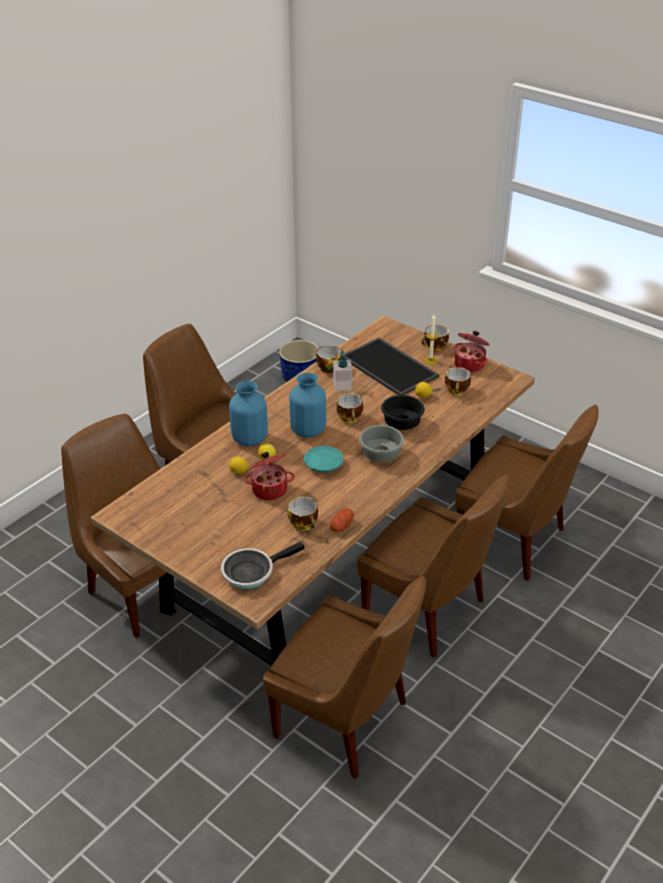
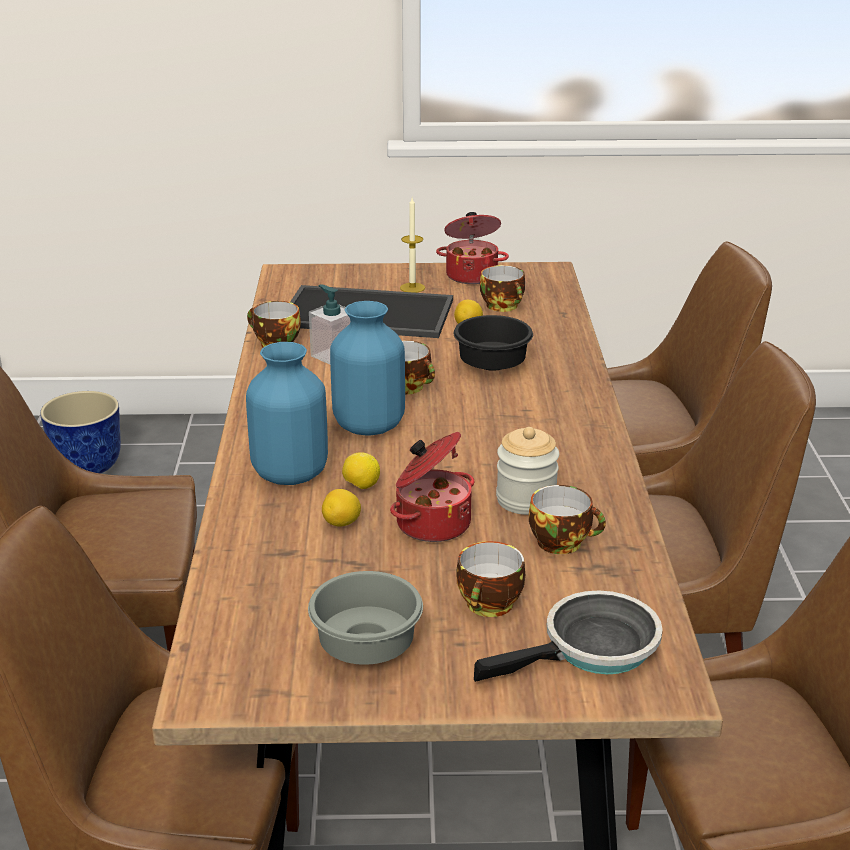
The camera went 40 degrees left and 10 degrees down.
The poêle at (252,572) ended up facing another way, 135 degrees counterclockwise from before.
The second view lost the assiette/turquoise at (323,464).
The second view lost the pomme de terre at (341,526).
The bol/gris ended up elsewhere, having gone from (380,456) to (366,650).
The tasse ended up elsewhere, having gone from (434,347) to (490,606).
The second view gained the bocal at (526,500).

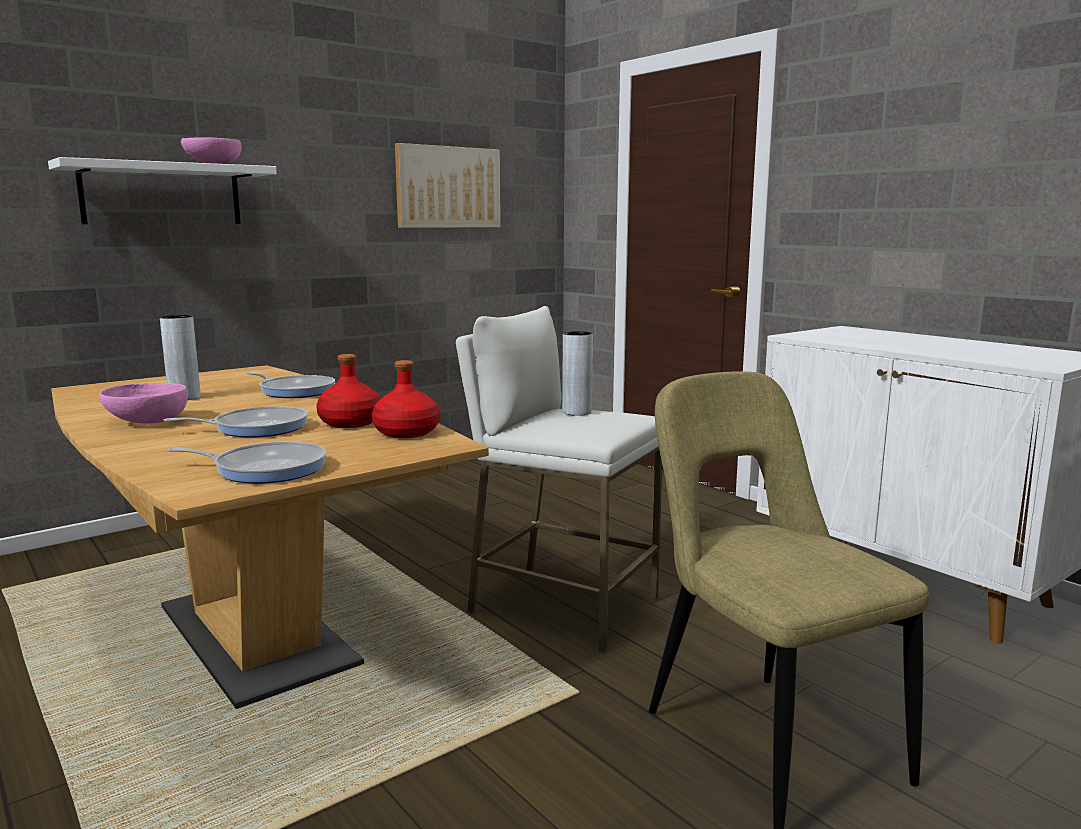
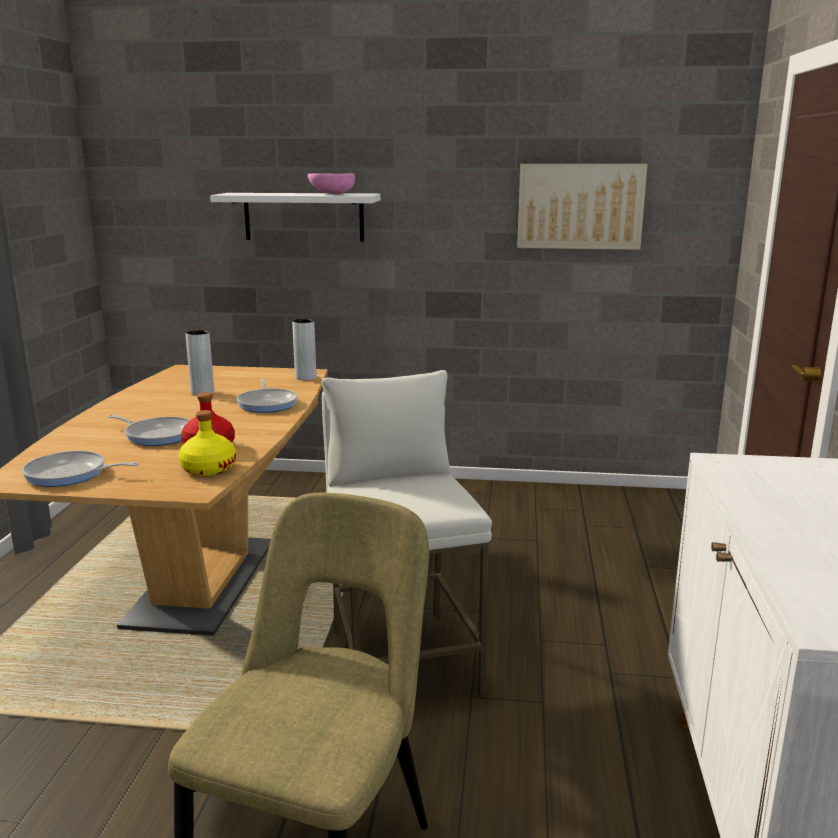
The camera went 45 degrees right and 5 degrees up.
The second view lost the bol/rose at (147,422).
The poêle at (265,469) ended up facing another way, 135 degrees clockwise from before.
What was the bouteille/rouge at (405,432) turned into the bouteille/jaune at (208,469).
The vase/gris ended up elsewhere, having gone from (577,412) to (305,377).

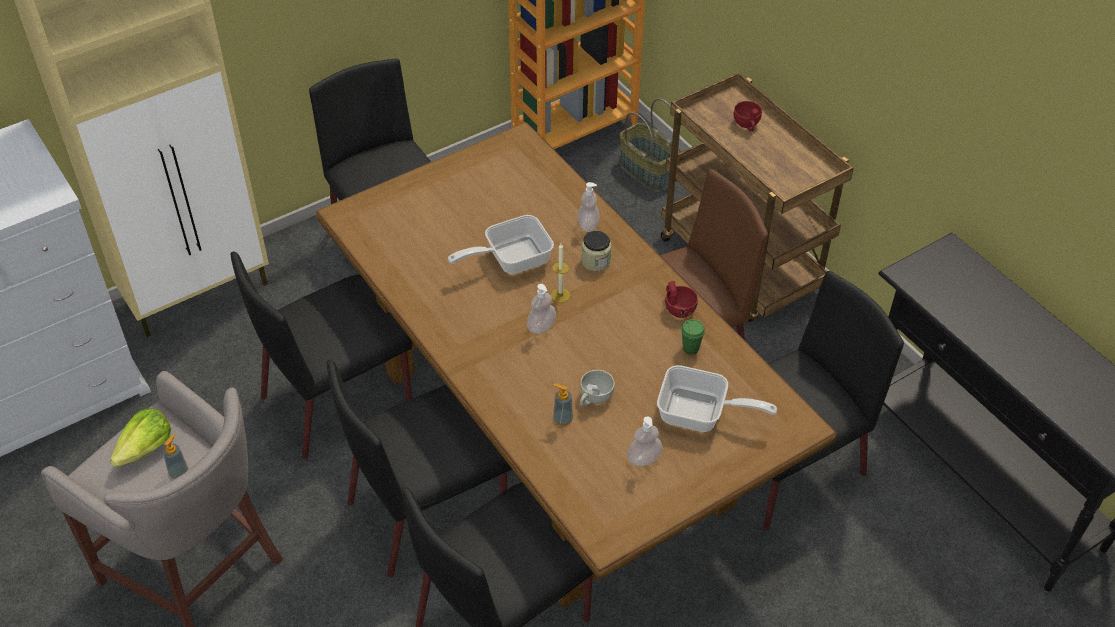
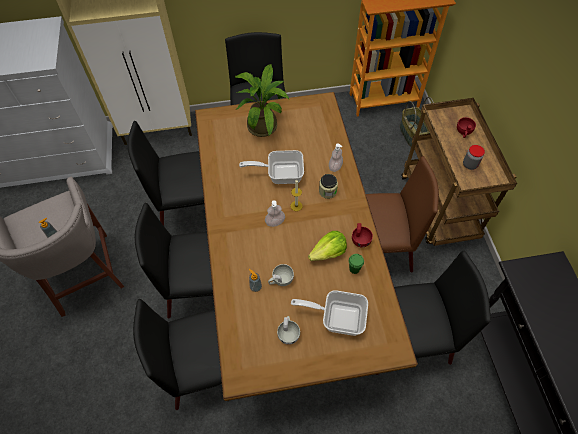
The camera went 25 degrees right and 10 degrees up.
The laitue ended up elsewhere, having gone from (146,449) to (328,253).
Where the distributeur de savon stood at (644,459), the tasse/blanc came to stand at (288,333).
The poêle at (700,415) ended up facing another way, 150 degrees clockwise from before.
The second view gained the plante en pot at (264,124).
The second view gained the bocal at (470,165).

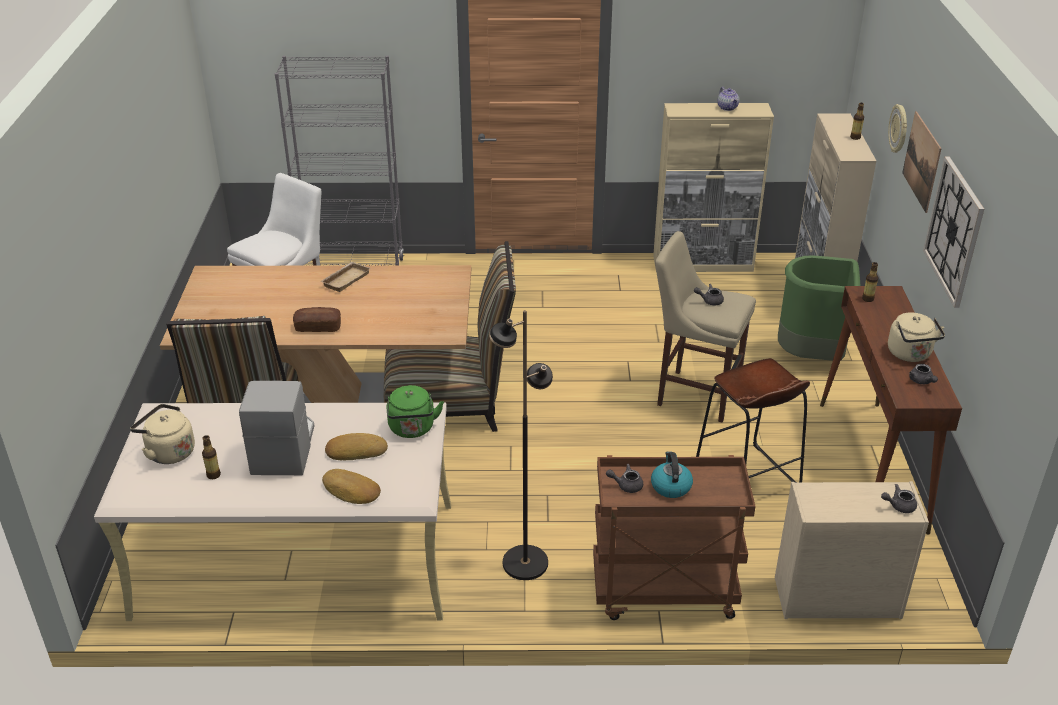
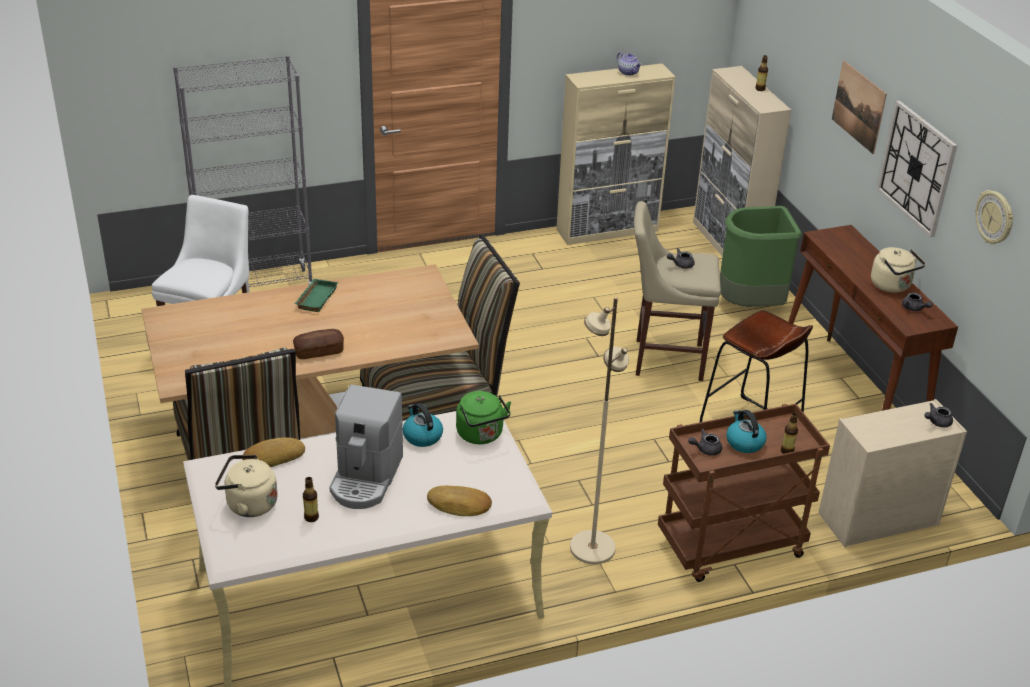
The camera went 20 degrees left and 0 degrees up.
The machine à café at (283,448) ended up facing another way, 150 degrees counterclockwise from before.
What was the plateau/beige at (345,279) turned into the plateau/vert at (315,298).
The pain ended up elsewhere, having gone from (356,450) to (273,457).
What was the lampadaire/noir at (524,563) turned into the lampadaire/beige at (591,548).
The bouteille ended up elsewhere, having gone from (868,299) to (787,451).
The horloge murale ended up elsewhere, having gone from (899,129) to (995,218).
The second view gained the bouilloire at (422,436).

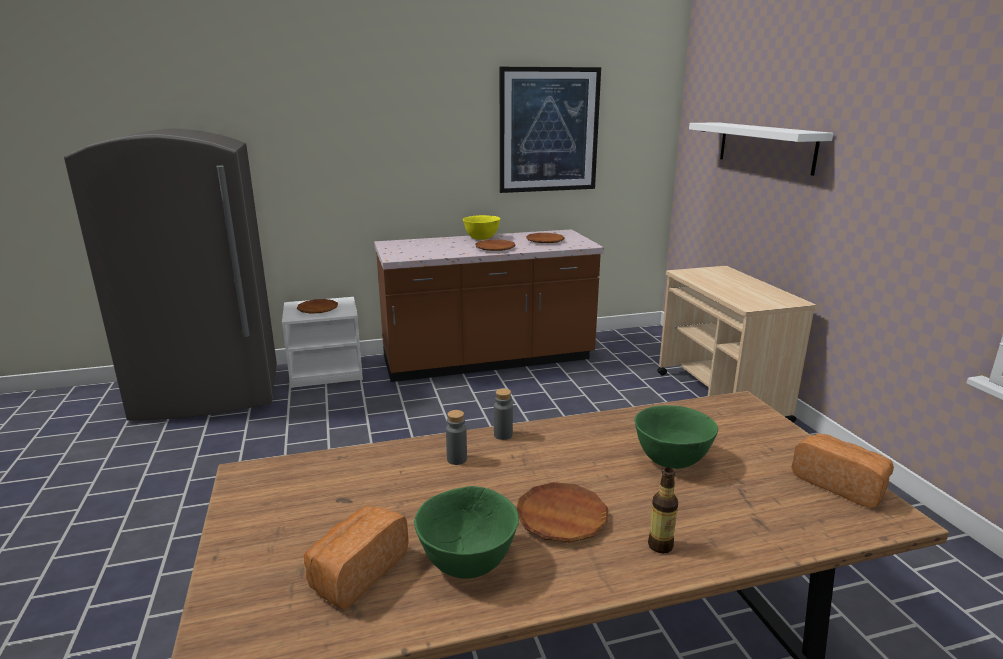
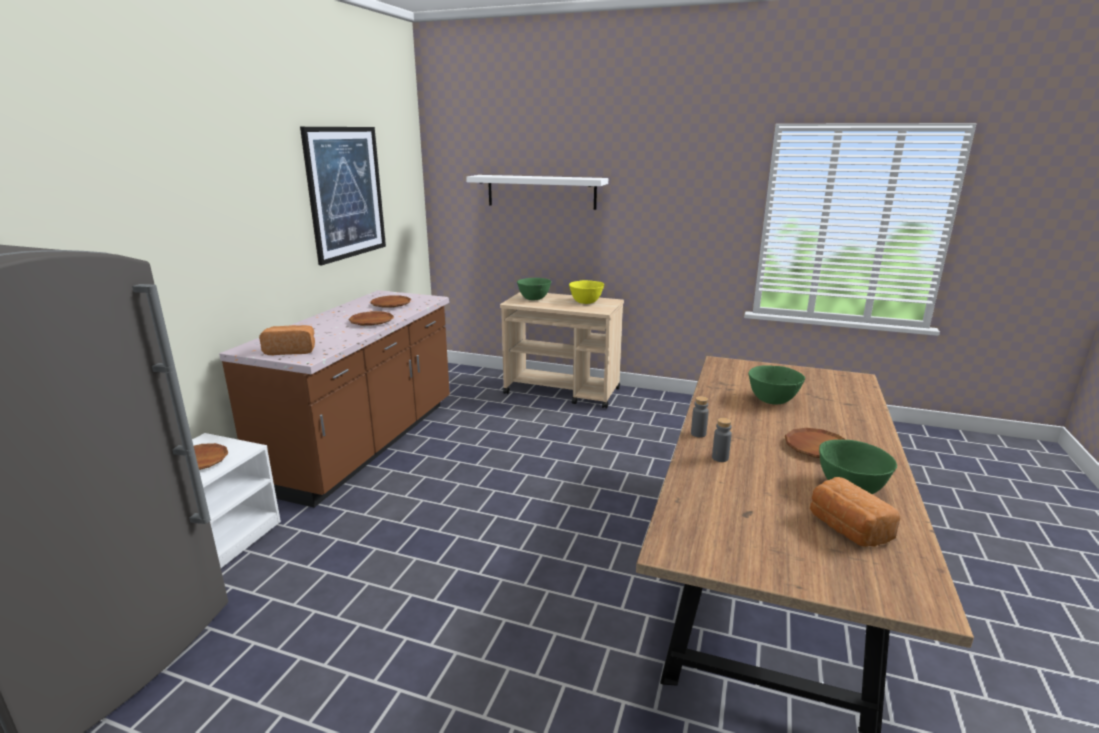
The camera went 55 degrees left and 0 degrees up.
The bol/jaune ended up elsewhere, having gone from (482,238) to (586,302).
The second view lost the bouteille at (660,545).
The pain ended up elsewhere, having gone from (840,484) to (291,350).
The second view gained the bol/vert at (534,299).

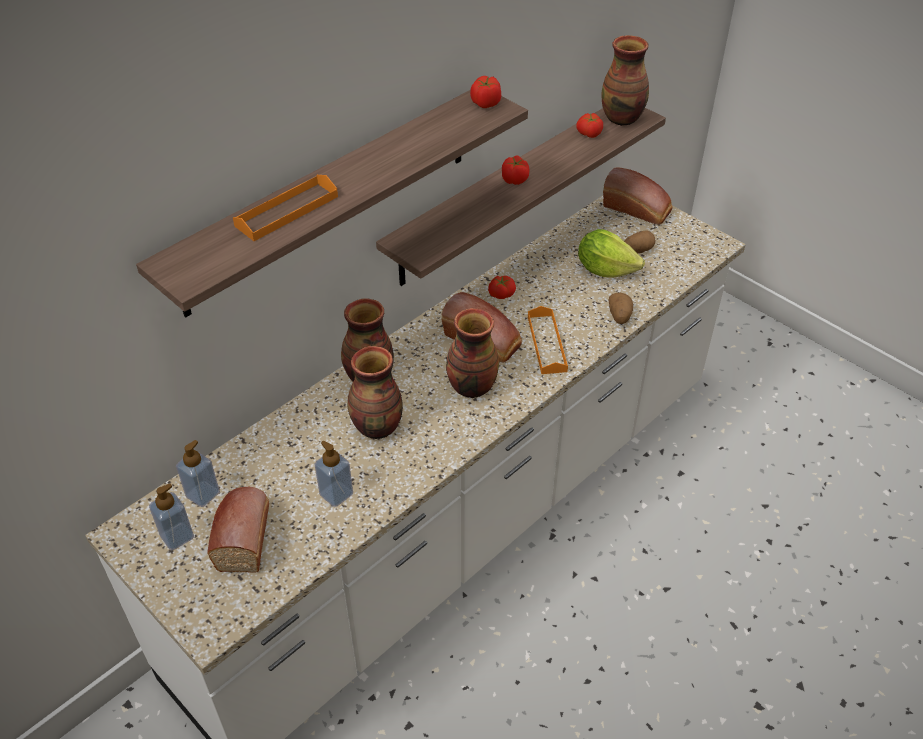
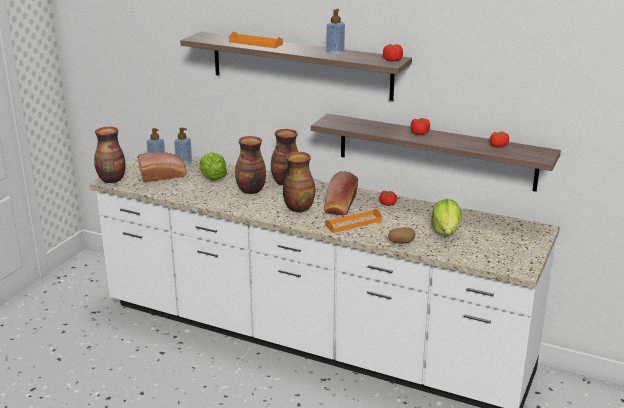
The camera went 70 degrees right and 20 degrees down.
The distributeur de savon ended up elsewhere, having gone from (336,494) to (335,52).
The vase ended up elsewhere, having gone from (622,118) to (112,180).
The second view lost the pain at (638,209).
The second view lost the pomme de terre at (637,250).
The second view gained the laitue at (212,178).

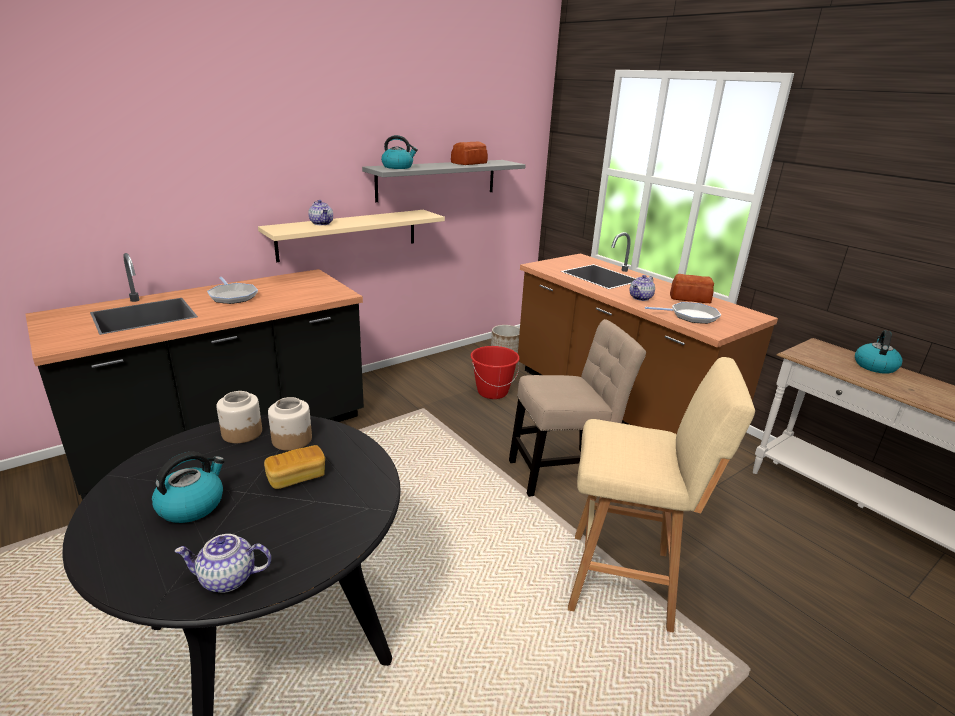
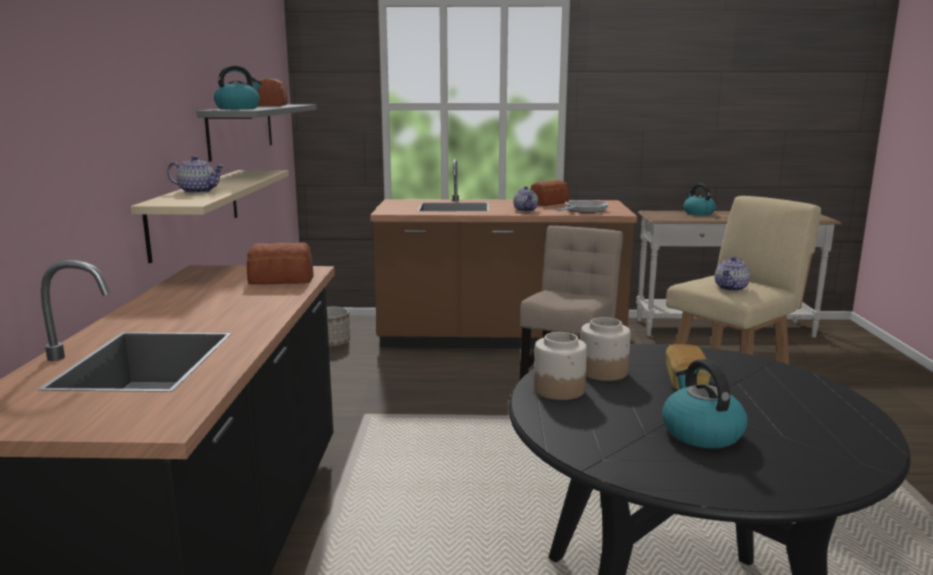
The camera went 50 degrees left and 10 degrees down.
The théière ended up elsewhere, having gone from (227,579) to (731,288).
The second view lost the poêle at (232,296).
The second view lost the seau/rouge at (492,392).
The second view gained the pain at (282,279).

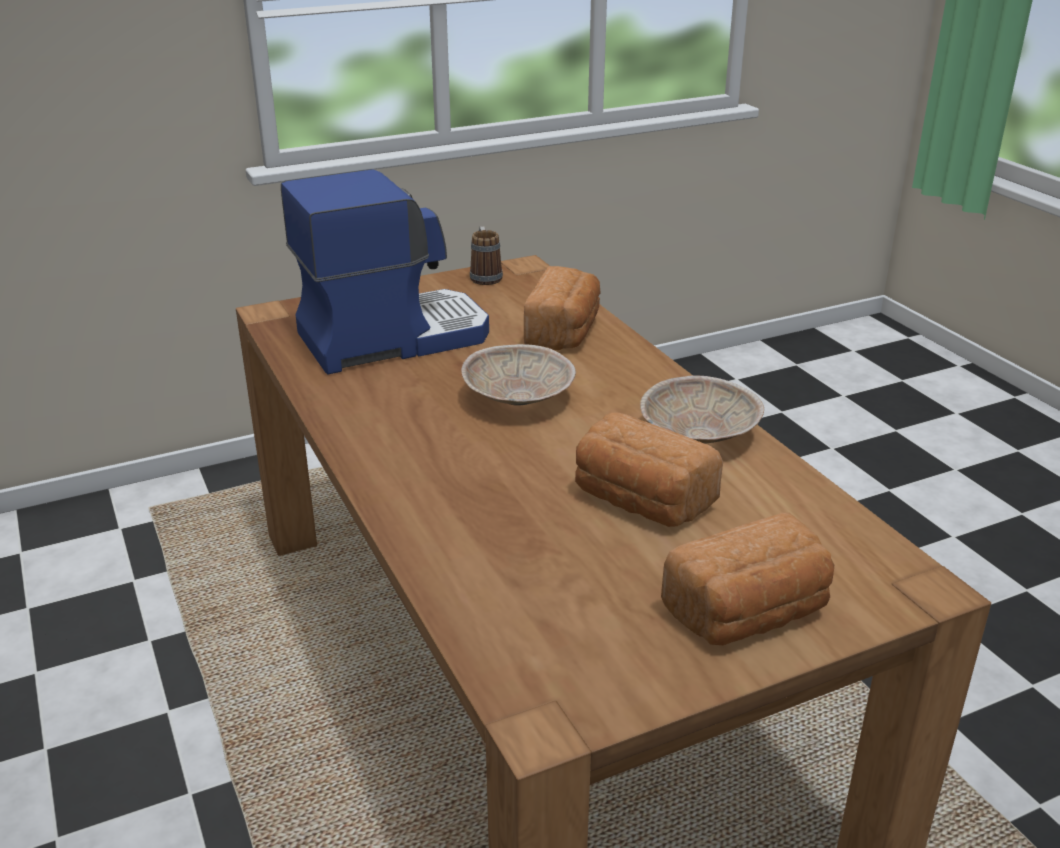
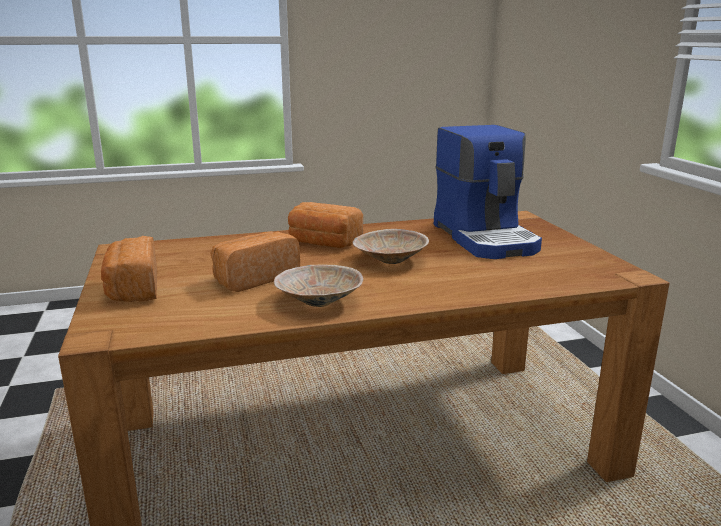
The camera went 100 degrees right and 10 degrees down.
The second view lost the mug at (485,276).
The pain ended up elsewhere, having gone from (564,333) to (323,243).

